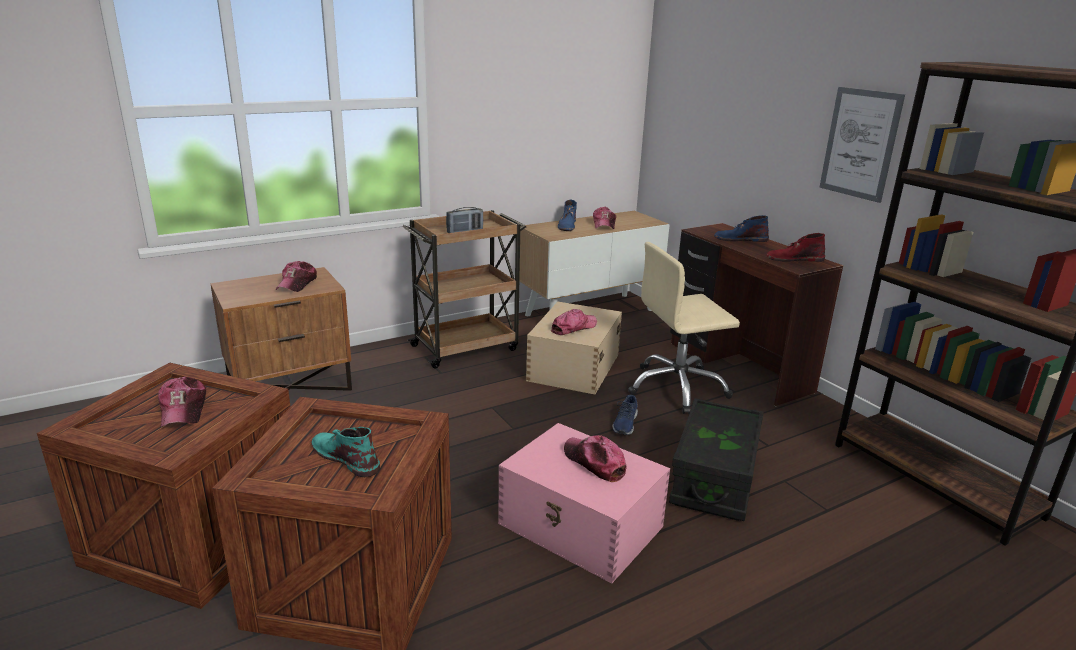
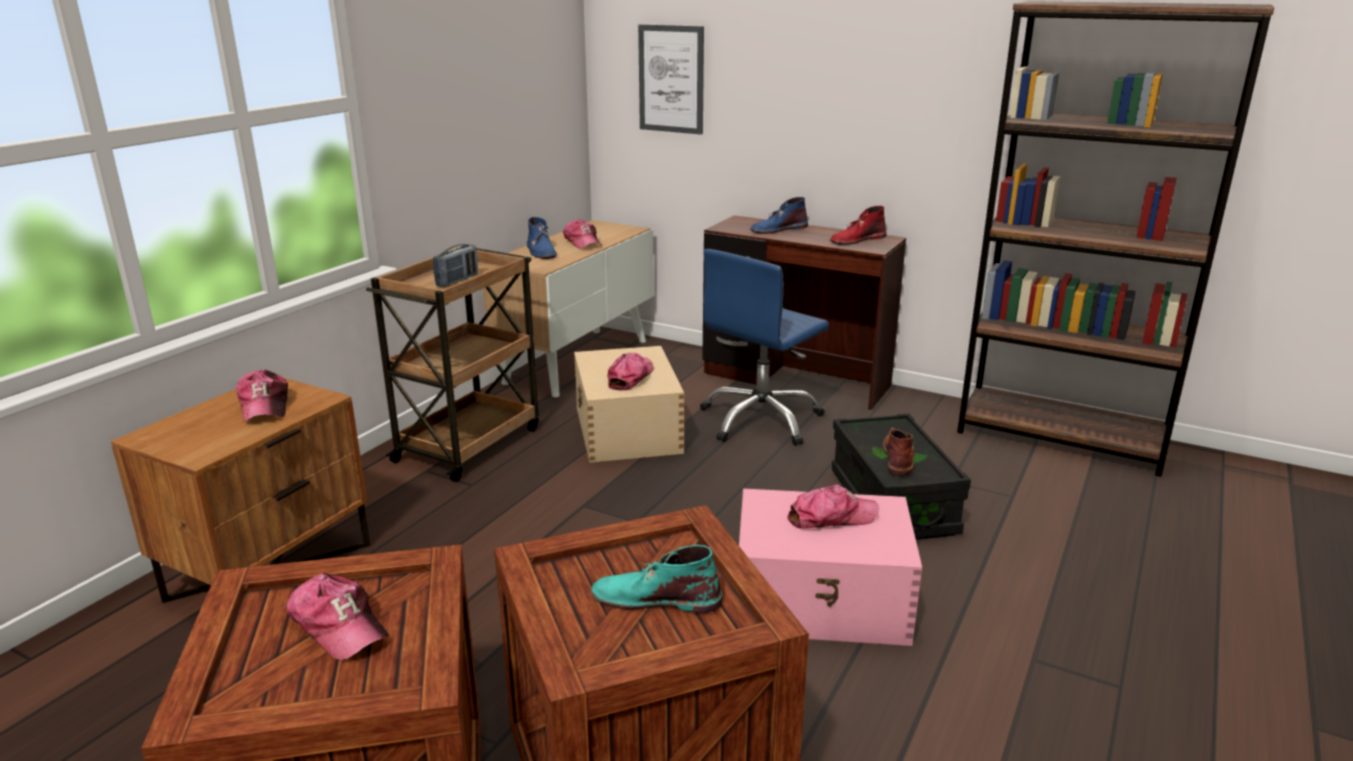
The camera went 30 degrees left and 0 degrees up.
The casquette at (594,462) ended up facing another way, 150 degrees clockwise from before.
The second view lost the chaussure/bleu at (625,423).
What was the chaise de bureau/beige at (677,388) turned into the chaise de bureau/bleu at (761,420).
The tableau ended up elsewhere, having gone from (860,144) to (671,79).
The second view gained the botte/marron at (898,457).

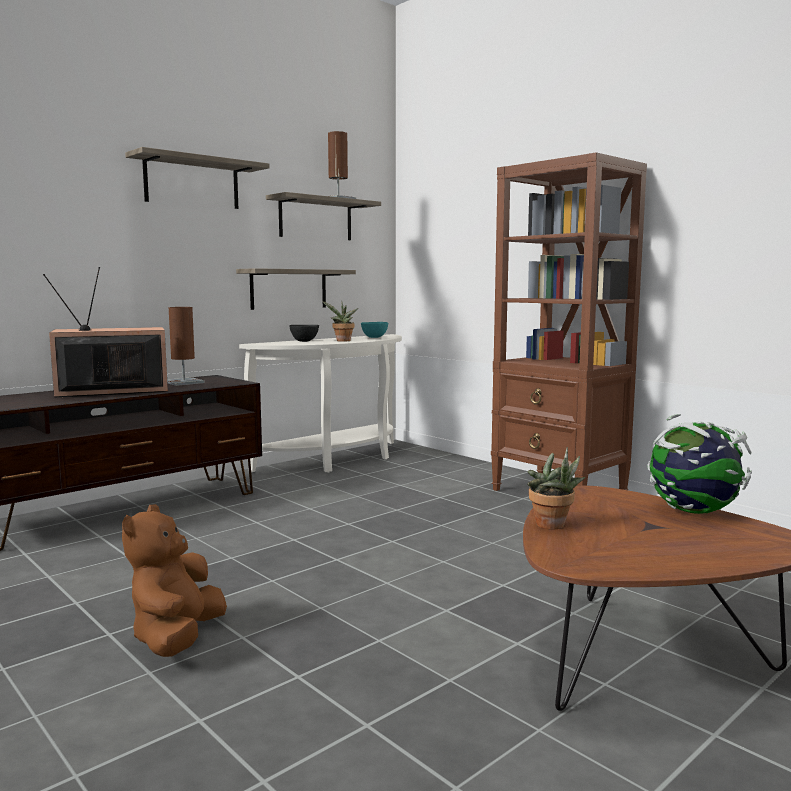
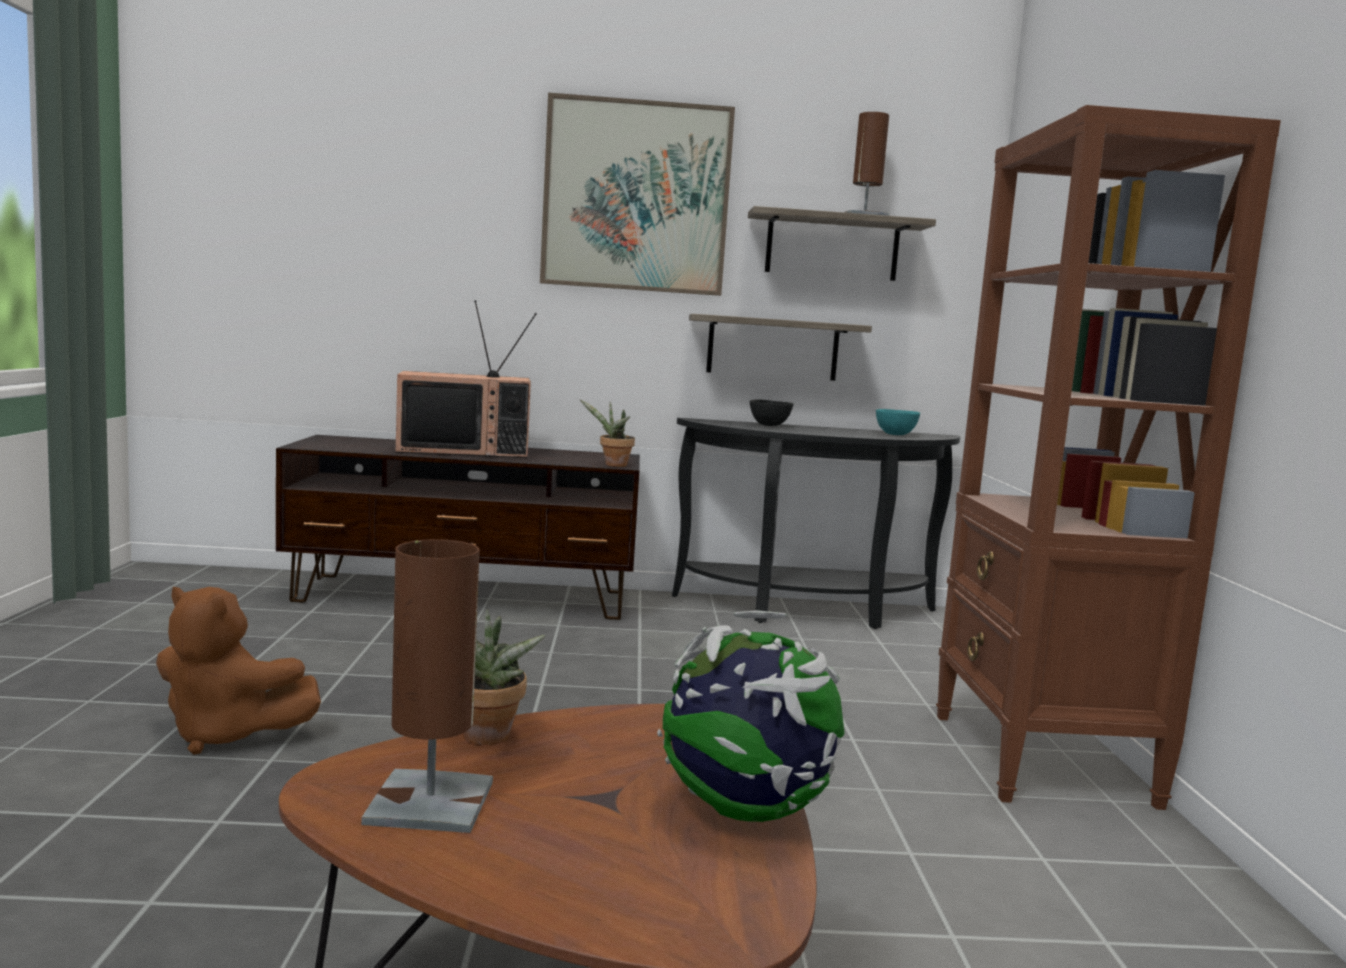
The camera went 40 degrees right and 0 degrees up.
The téléviseur at (111,391) ended up facing another way, 150 degrees clockwise from before.
The peluche/marron at (177,639) ended up facing another way, 120 degrees counterclockwise from before.
Where the étagère hung at (192,183), the tableau came to hang at (636,197).
The lampe de table/marron ended up elsewhere, having gone from (184,382) to (430,803).
What was the table console/blanc at (339,460) turned into the table console/noir at (808,612).
The plante en pot ended up elsewhere, having gone from (342,341) to (612,465).

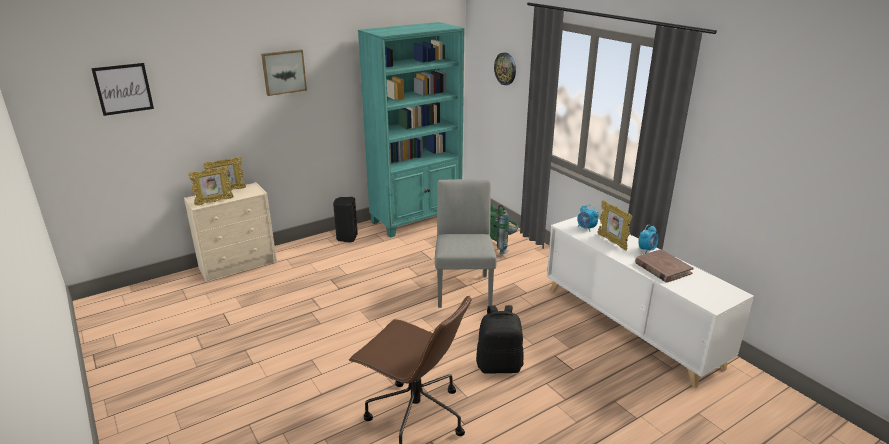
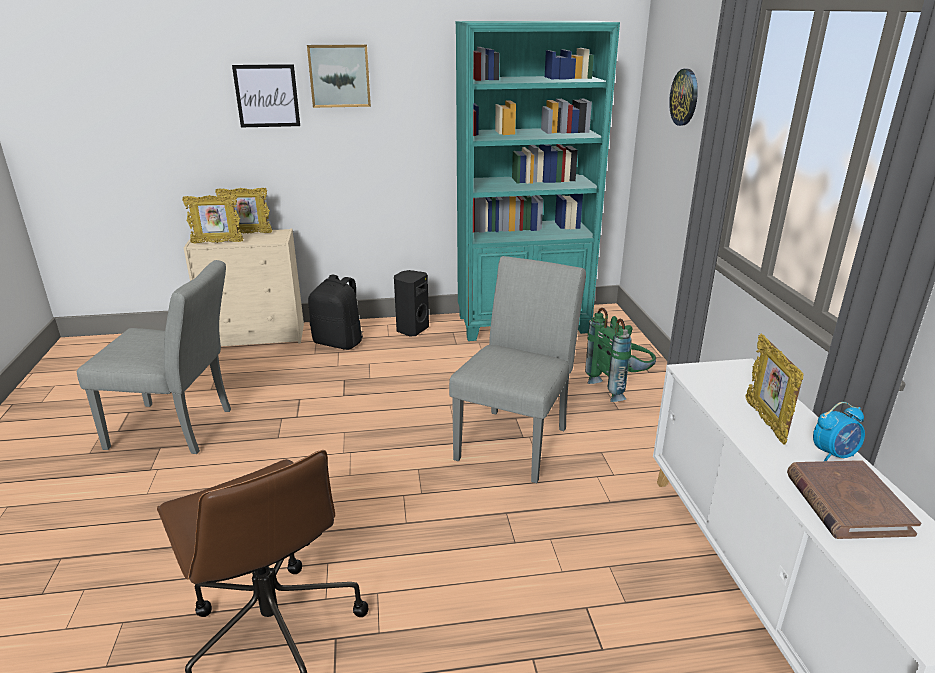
The camera went 25 degrees right and 0 degrees up.
The tableau ended up elsewhere, having gone from (123,89) to (267,96).
The sac à dos/noir ended up elsewhere, having gone from (499,365) to (339,342).
The second view lost the réveil at (586,228).
The second view gained the chaise/gris at (180,429).

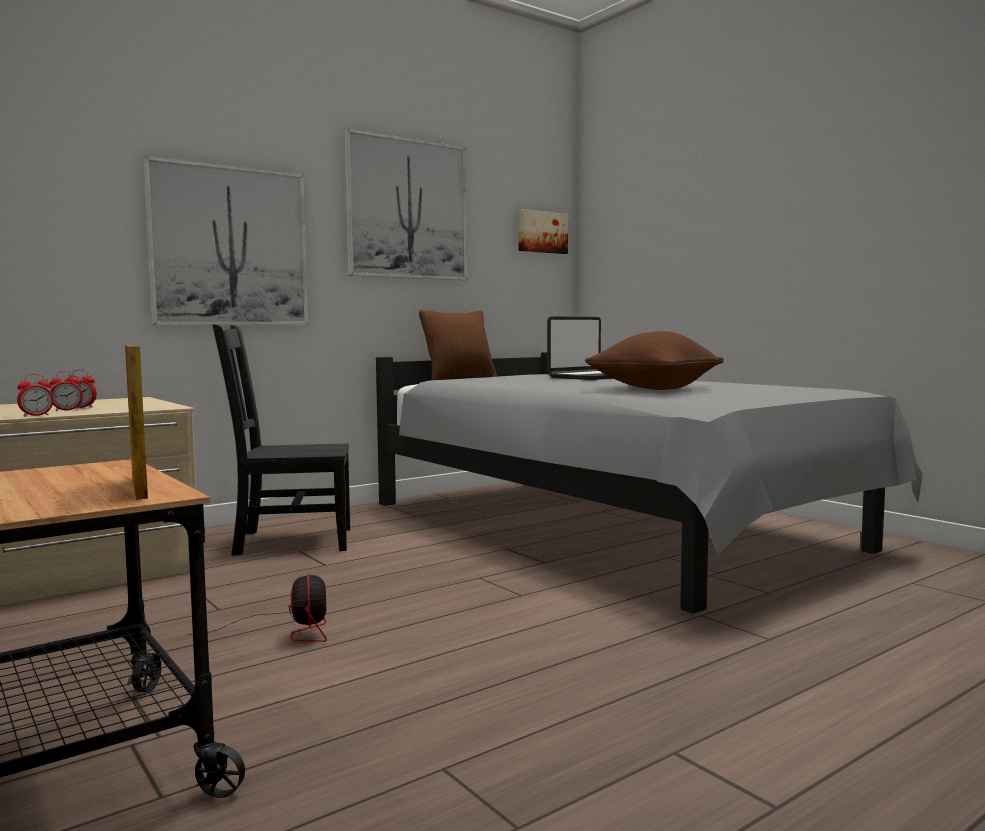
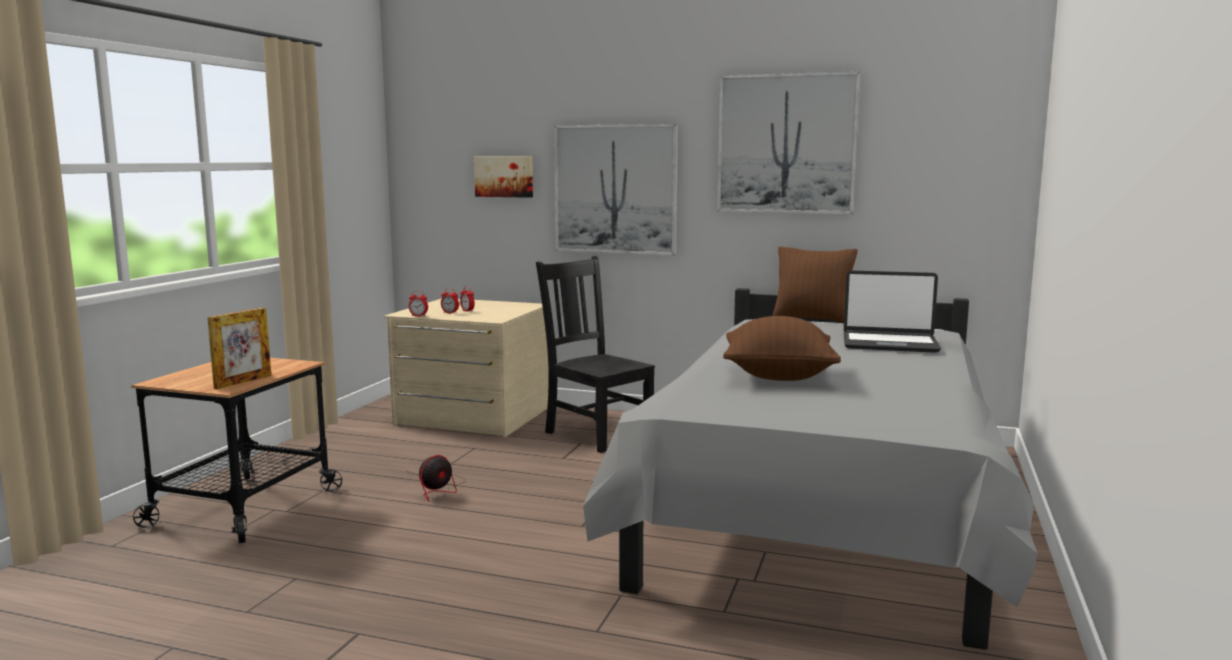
The camera went 55 degrees right and 5 degrees up.
The tableau ended up elsewhere, having gone from (541,232) to (504,176).

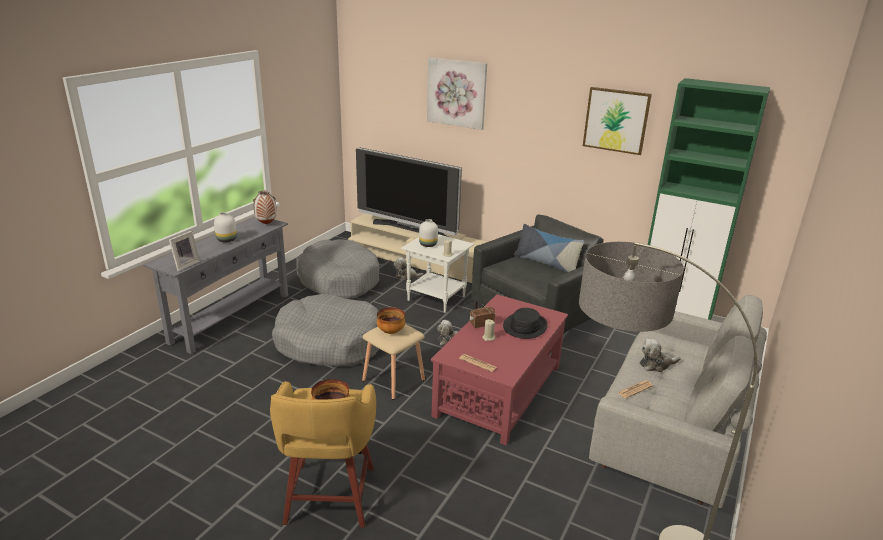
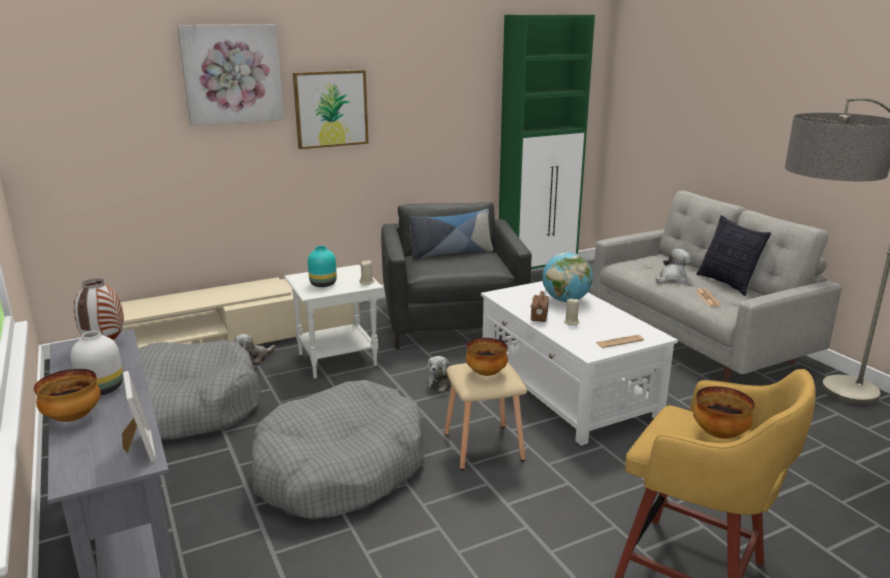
The camera went 55 degrees left and 5 degrees down.
The second view lost the téléviseur at (410,230).
What was the vase/blanc at (428,244) turned into the vase/turquoise at (323,284).
What was the table basse/rouge at (498,391) turned into the table basse/blanc at (566,390).
Where the chapeau/noir stood at (525,326), the globe came to stand at (565,300).
The tableau ended up elsewhere, having gone from (616,120) to (331,109).
The peluche at (656,364) ended up facing another way, 150 degrees counterclockwise from before.
The second view gained the bol at (73,418).
The second view gained the coussin at (727,284).

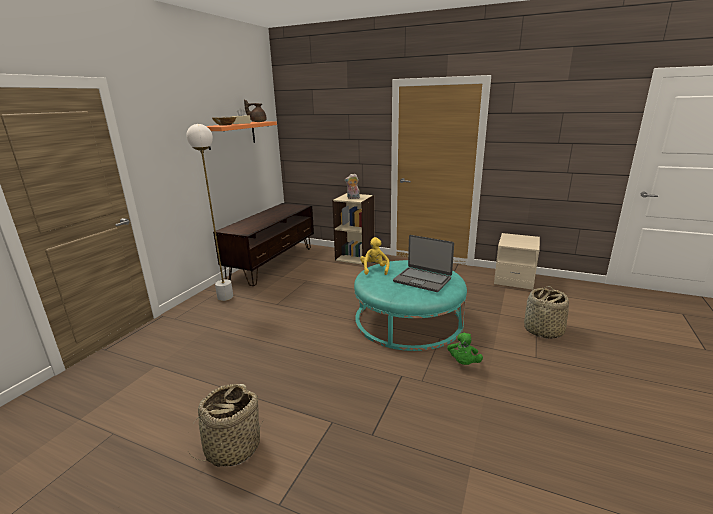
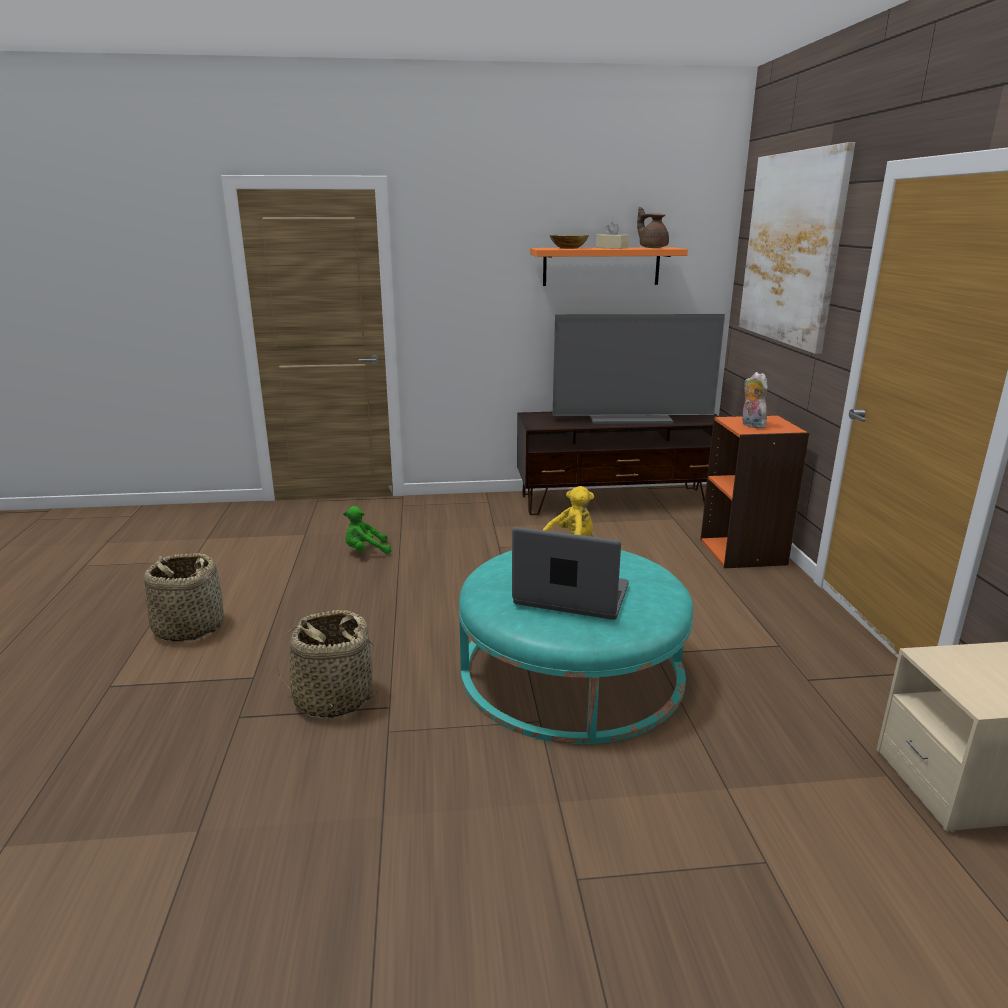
The camera went 60 degrees right and 0 degrees up.
The second view lost the lampadaire/blanc at (225,297).
What was the bibliothèque/beige at (355,257) turned into the bibliothèque/orange at (743,552).
The ordinateur portable at (422,280) ended up facing another way, 105 degrees clockwise from before.
The peluche/vert ended up elsewhere, having gone from (463,363) to (366,551).
The panier ended up elsewhere, having gone from (542,331) to (333,698).
The second view gained the téléviseur at (630,418).
The second view gained the tableau at (791,249).

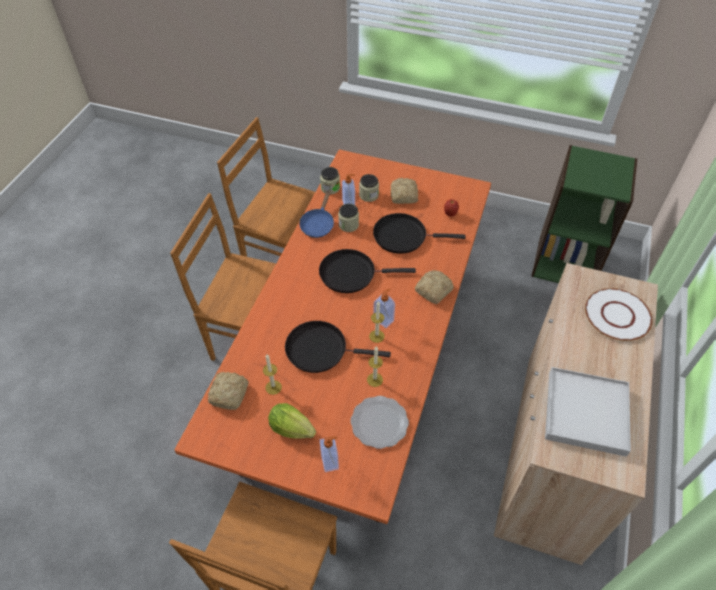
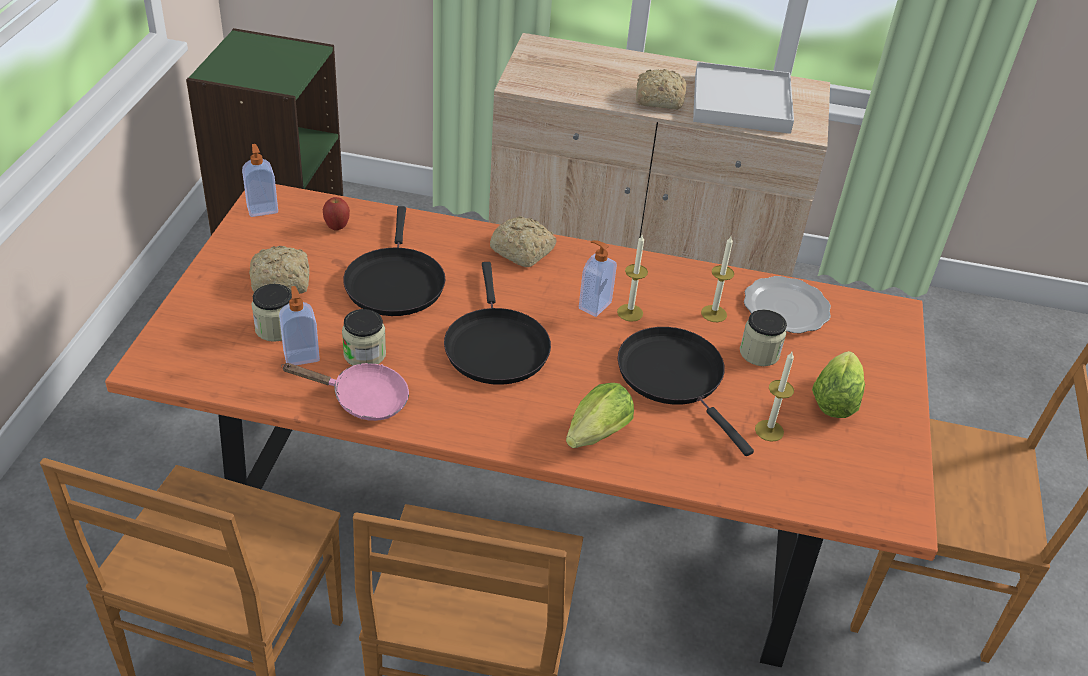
The camera went 100 degrees left and 10 degrees down.
The pain ended up elsewhere, having gone from (230,393) to (657,99).
The poêle/noir at (320,349) ended up facing another way, 150 degrees clockwise from before.
What was the poêle/bleu at (318,224) turned into the poêle/rose at (362,399).
The bocal ended up elsewhere, having gone from (330,188) to (759,353).
The distributeur de savon ended up elsewhere, having gone from (330,461) to (262,209).
The second view lost the assiette/blanc at (616,315).
The second view gained the laitue at (594,437).

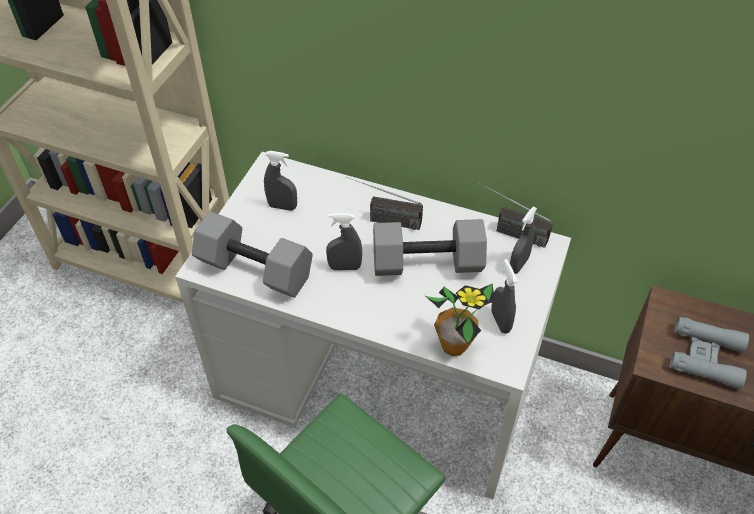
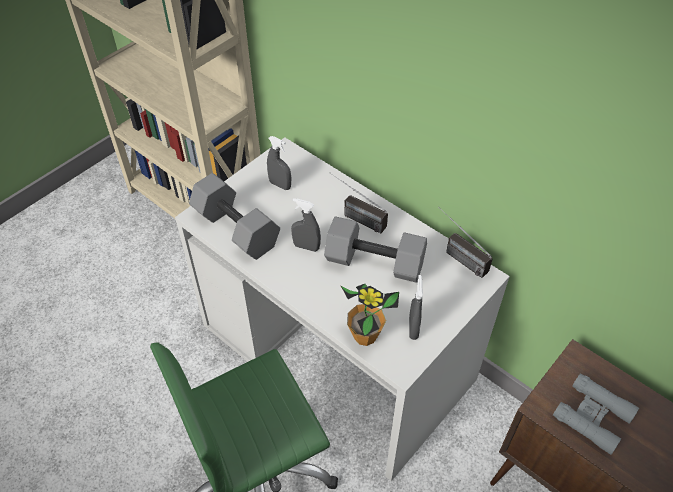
The camera went 20 degrees right and 0 degrees up.
The second view lost the vaporisateur/gris at (518,264).

